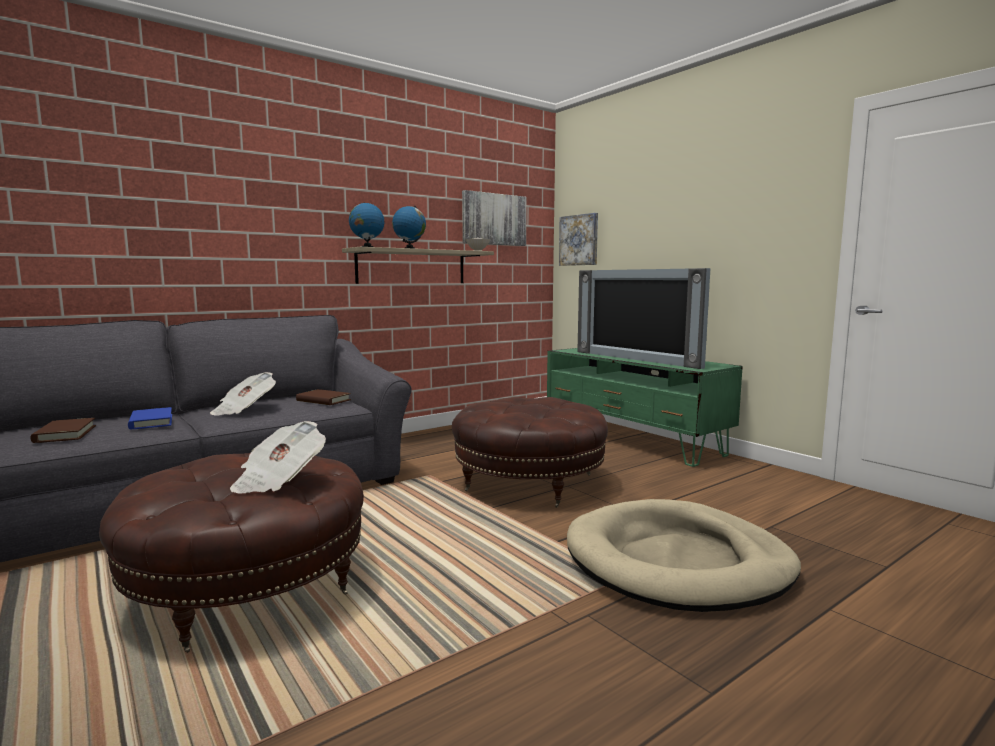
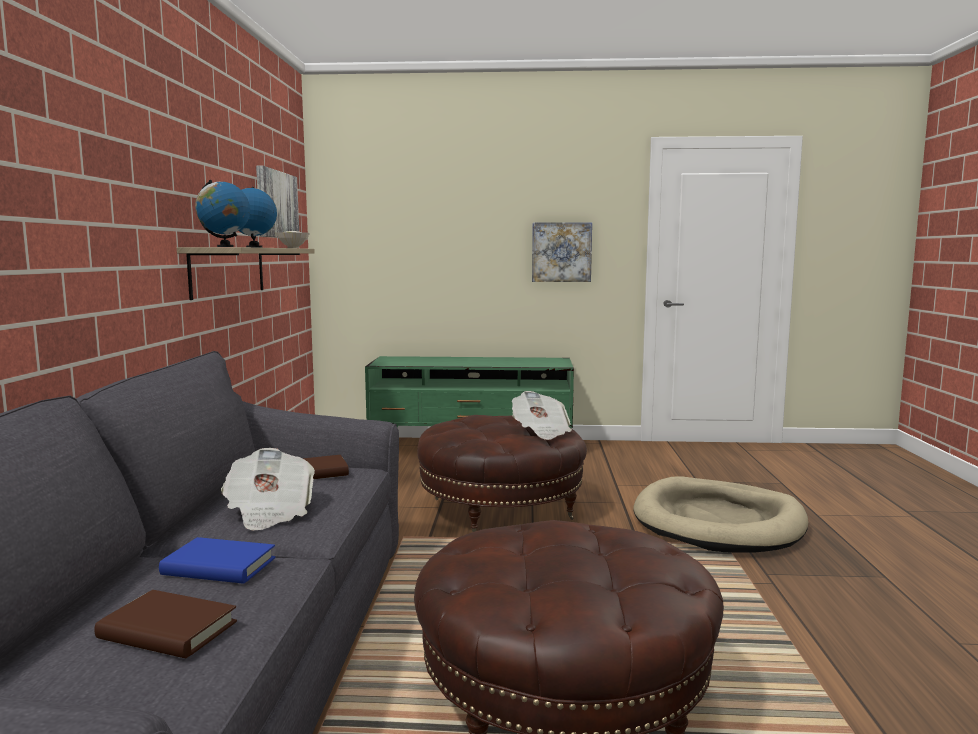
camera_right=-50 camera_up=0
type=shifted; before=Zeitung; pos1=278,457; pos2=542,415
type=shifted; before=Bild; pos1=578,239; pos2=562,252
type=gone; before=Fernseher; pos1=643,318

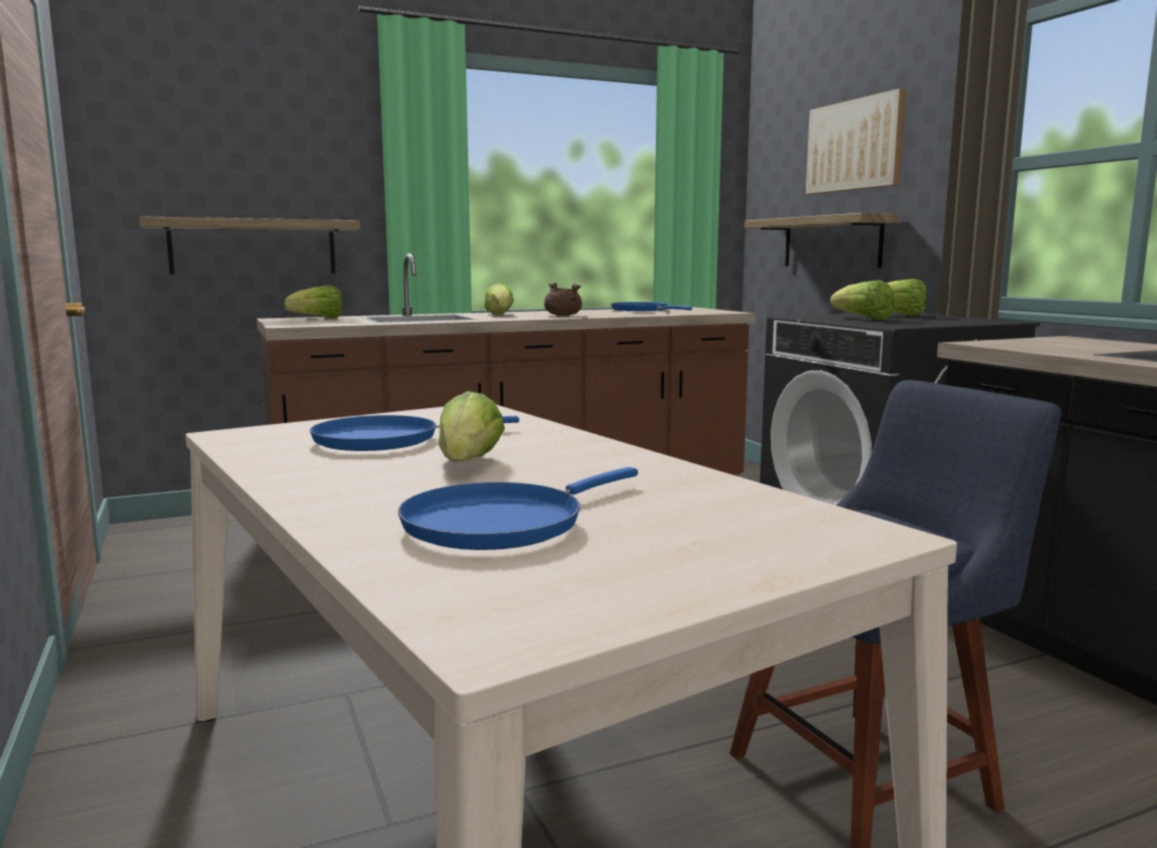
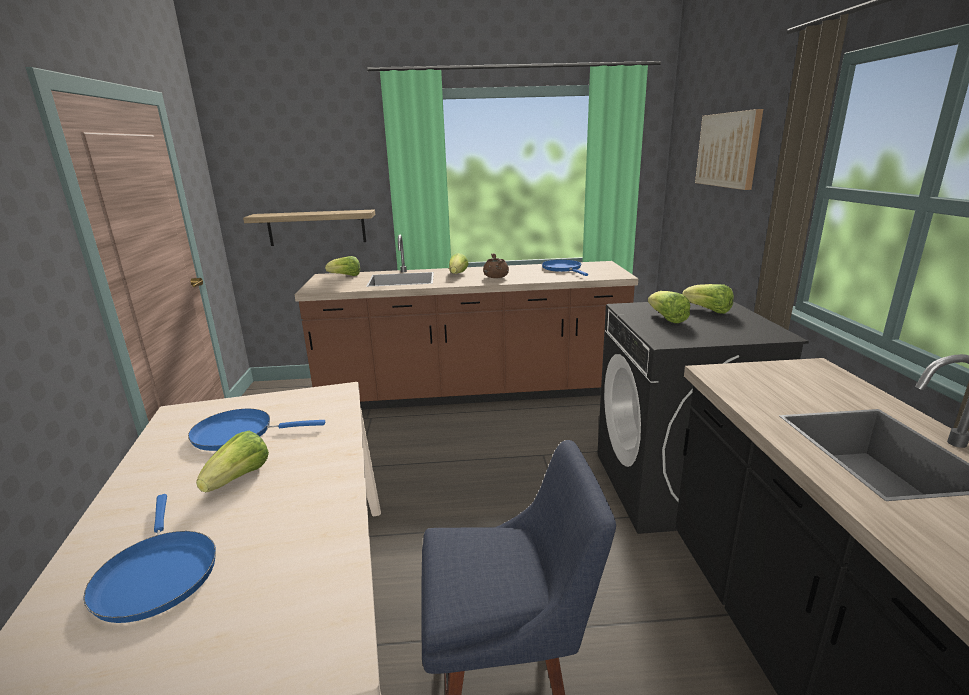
camera_right=20 camera_up=10
type=rotated; before=Pfanne/blau; pos1=518,508; pos2=149,558; turn=-90
type=gone; before=Wandregal; pos1=821,240

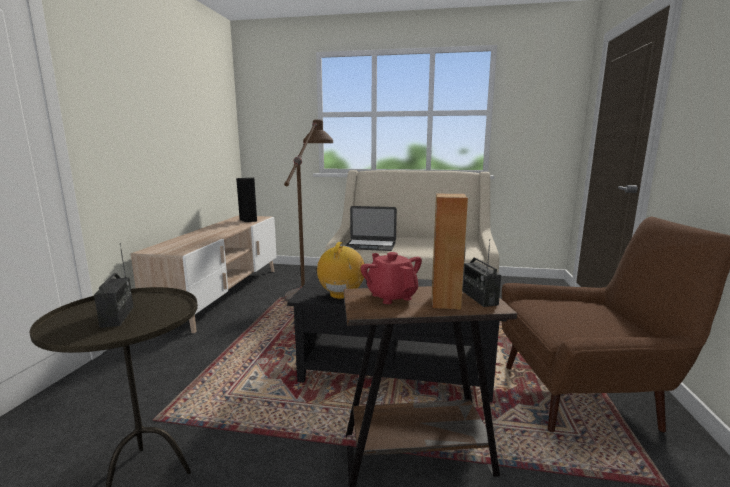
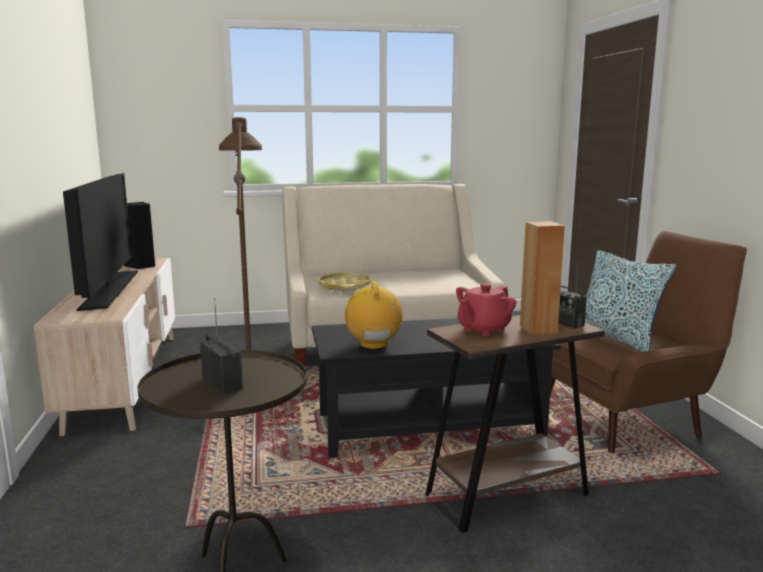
camera_right=-20 camera_up=0
type=new; after=Fernseher; pos2=100,242
type=swapped; before=Laptop; after=Tablett/gelb; pos1=371,228; pos2=344,281
type=rotated; before=Teekanne/rot; pos1=391,278; pos2=486,310; turn=-90
type=new; after=Kissen; pos2=630,301

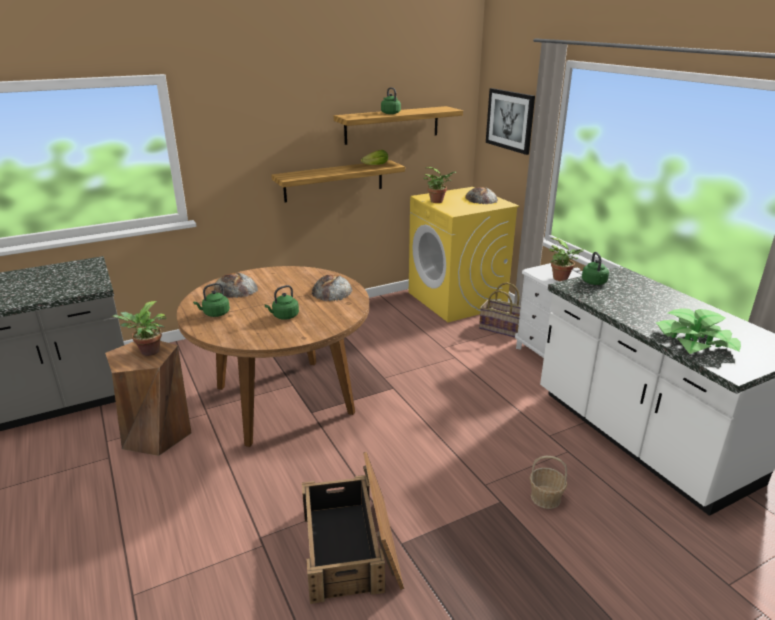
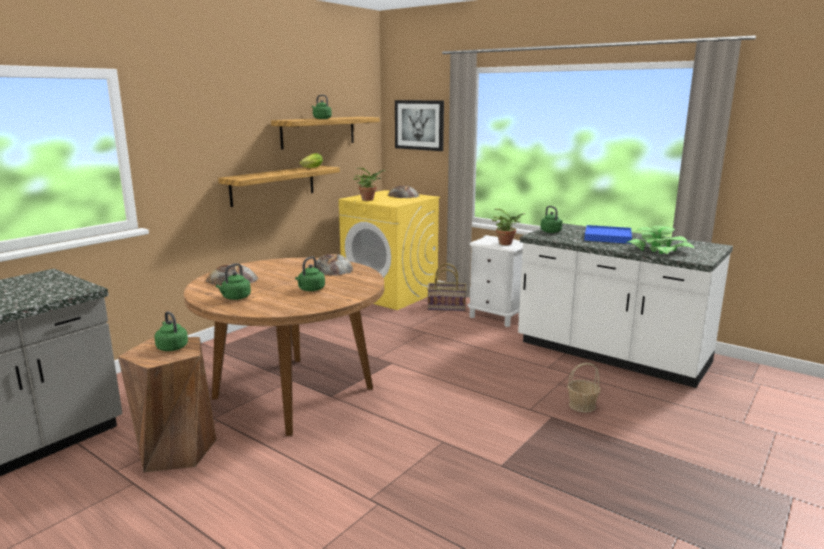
camera_right=-25 camera_up=-10
type=swapped; before=Topfpflanze; after=Wasserkessel/grün; pos1=139,328; pos2=171,331
type=new; after=Tablett/blau; pos2=608,234
type=gone; before=Kiste; pos1=353,528

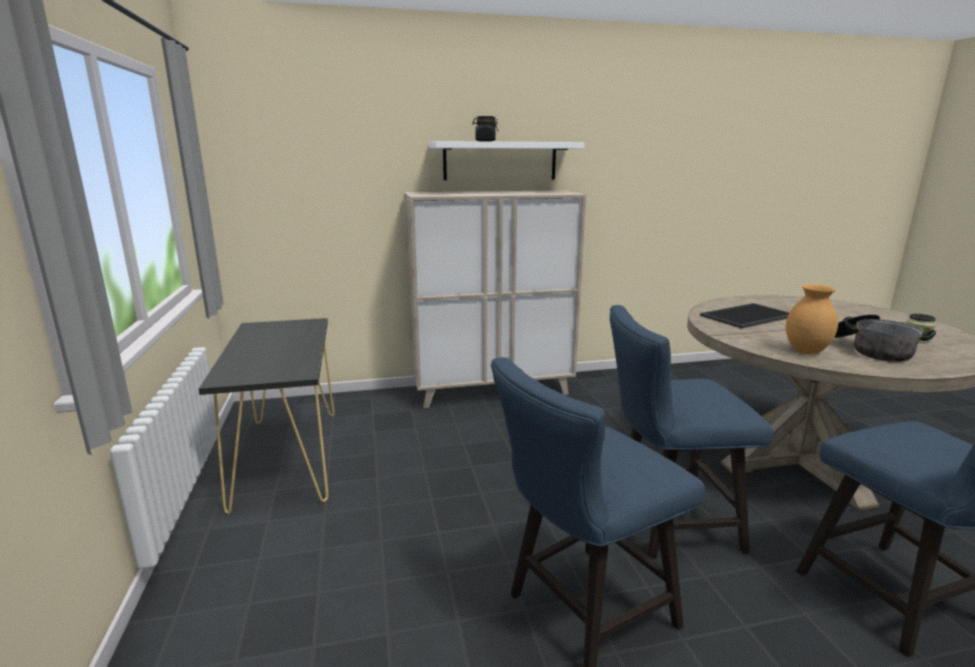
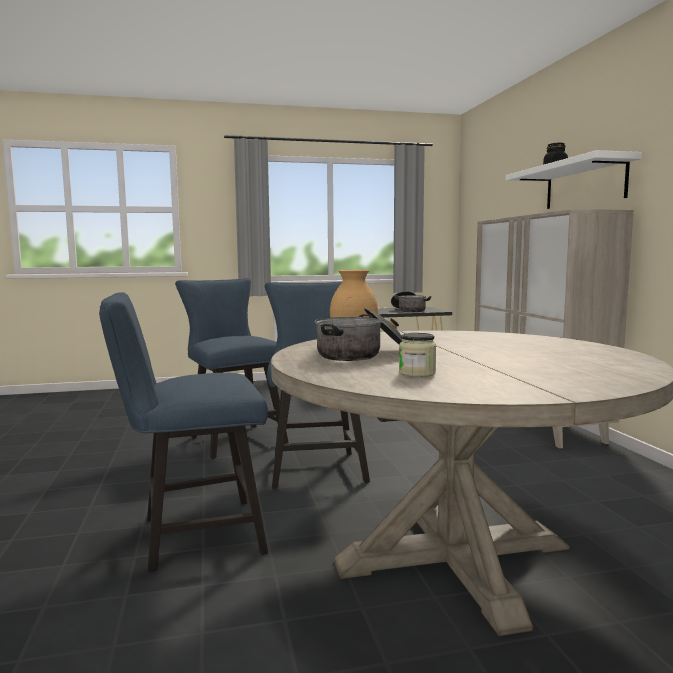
camera_right=90 camera_up=-10
type=new; after=Kochtopf; pos2=411,301
type=gone; before=Tablett; pos1=744,316

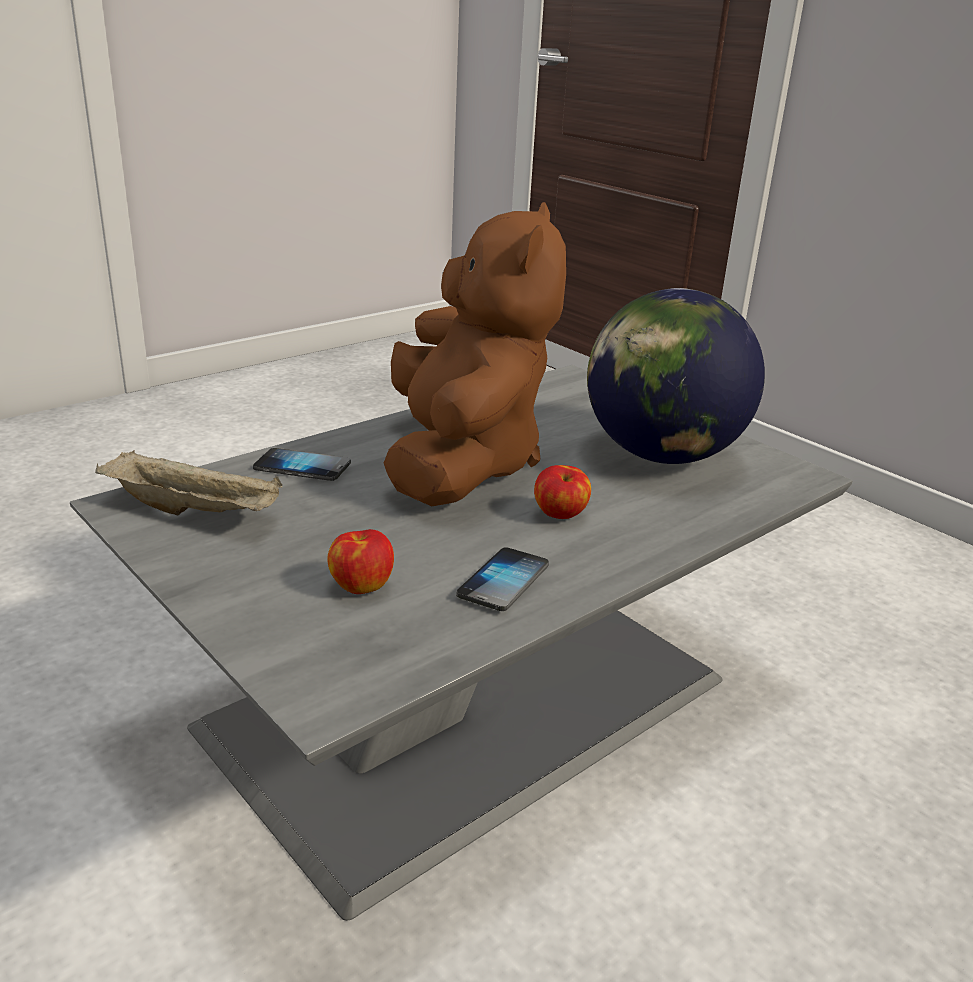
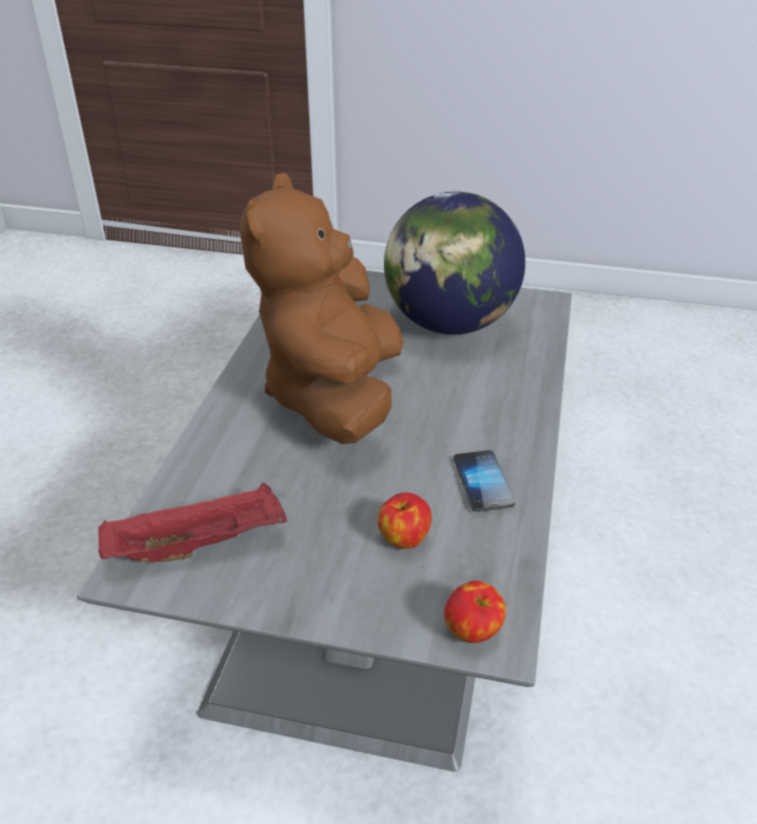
camera_right=-35 camera_up=10
type=repainted; before=Tablett/beige; after=Tablett/rot; pos1=189,482; pos2=192,522
type=rotated; before=Plüschtier/braun; pos1=475,354; pos2=321,308; turn=-135
type=shifted; before=Apfel; pos1=562,492; pos2=475,612
type=gone; before=Handy; pos1=302,464

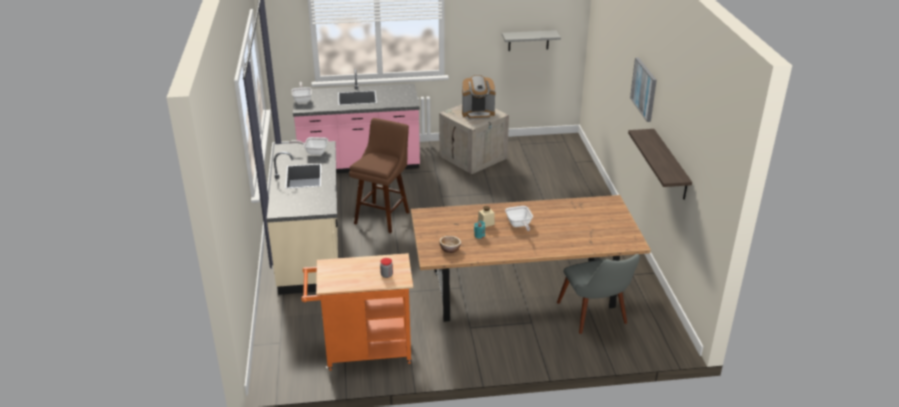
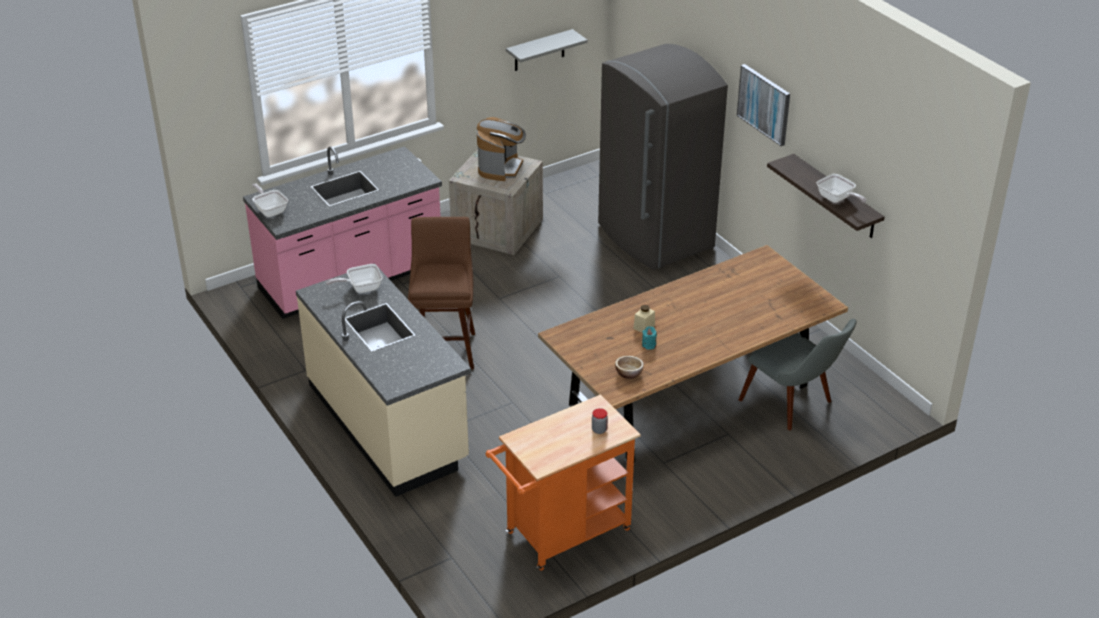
camera_right=-25 camera_up=5
type=rotated; before=Kaffeemaschine; pos1=479,97; pos2=501,149; turn=-45
type=new; after=Kühlschrank/grau; pos2=663,157
type=shifted; before=Pfanne; pos1=519,218; pos2=842,188

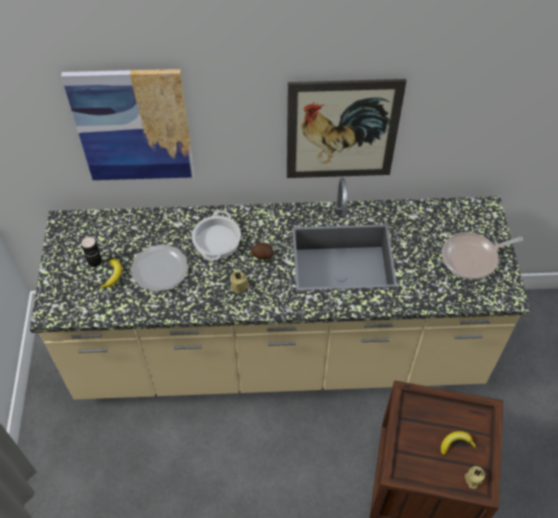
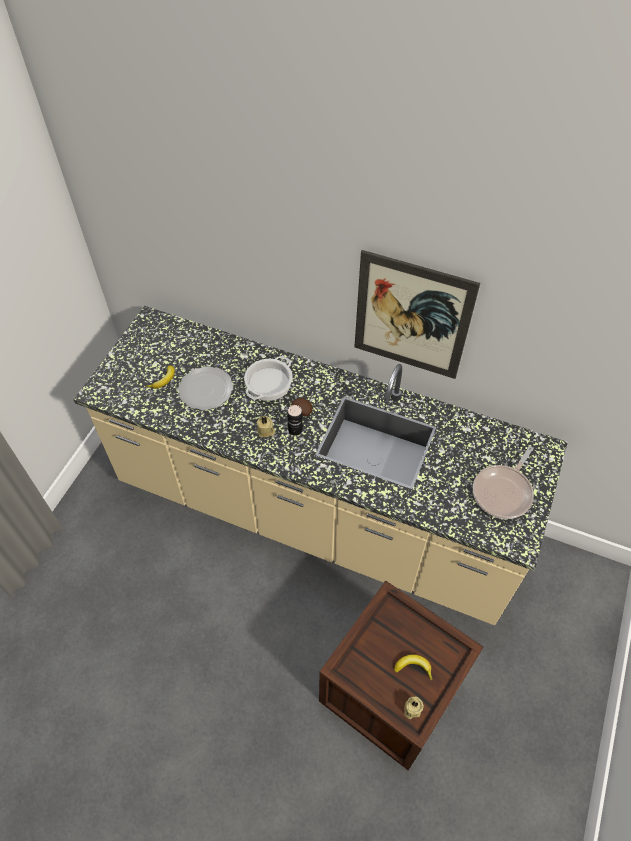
camera_right=25 camera_up=0
type=shifted; before=Dose; pos1=91,251; pos2=295,420
type=rotated; before=Pfanne; pos1=482,256; pos2=503,482; turn=-60
type=gone; before=Bild; pos1=128,124

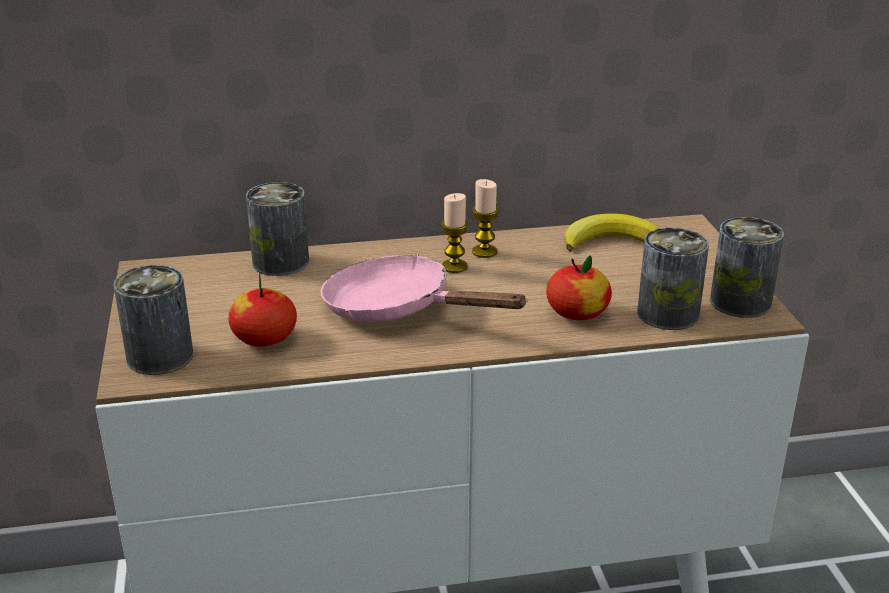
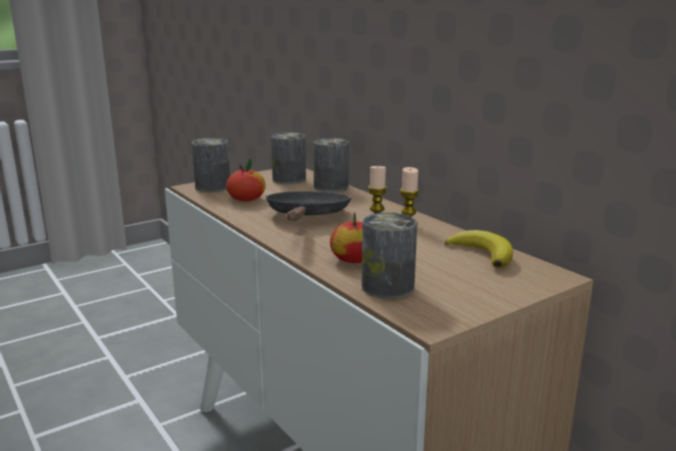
camera_right=65 camera_up=-10
type=repainted; before=Pfanne/rosa; after=Pfanne/schwarz; pos1=424,288; pos2=308,206
type=shifted; before=Dose; pos1=747,267; pos2=288,158

